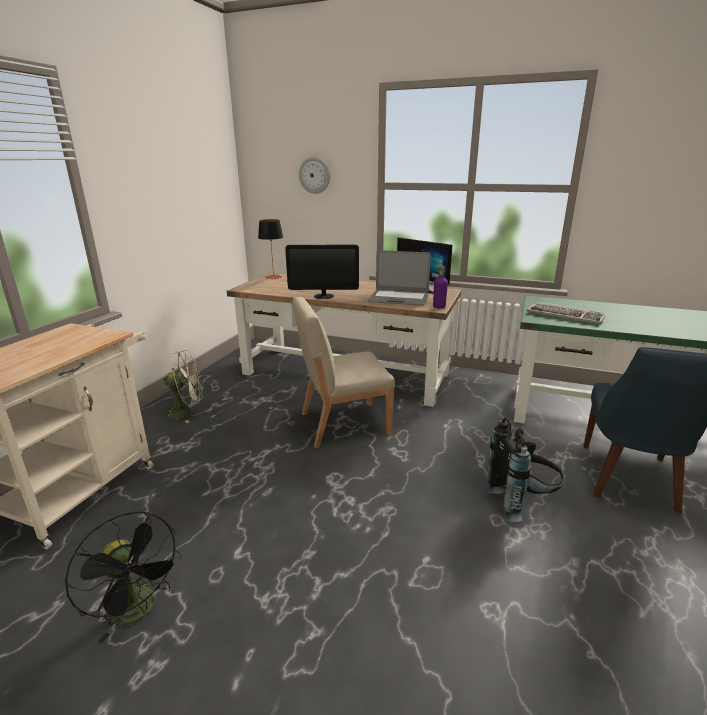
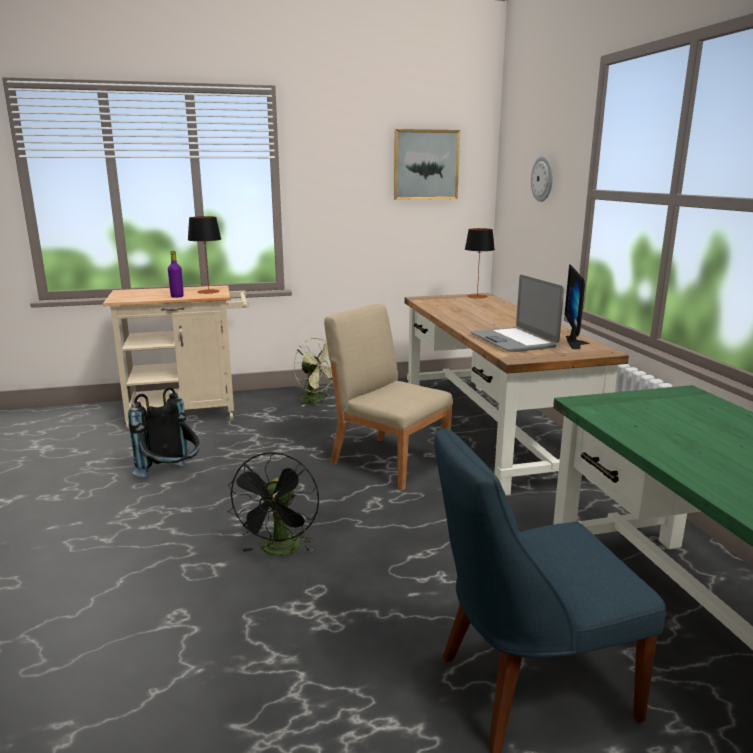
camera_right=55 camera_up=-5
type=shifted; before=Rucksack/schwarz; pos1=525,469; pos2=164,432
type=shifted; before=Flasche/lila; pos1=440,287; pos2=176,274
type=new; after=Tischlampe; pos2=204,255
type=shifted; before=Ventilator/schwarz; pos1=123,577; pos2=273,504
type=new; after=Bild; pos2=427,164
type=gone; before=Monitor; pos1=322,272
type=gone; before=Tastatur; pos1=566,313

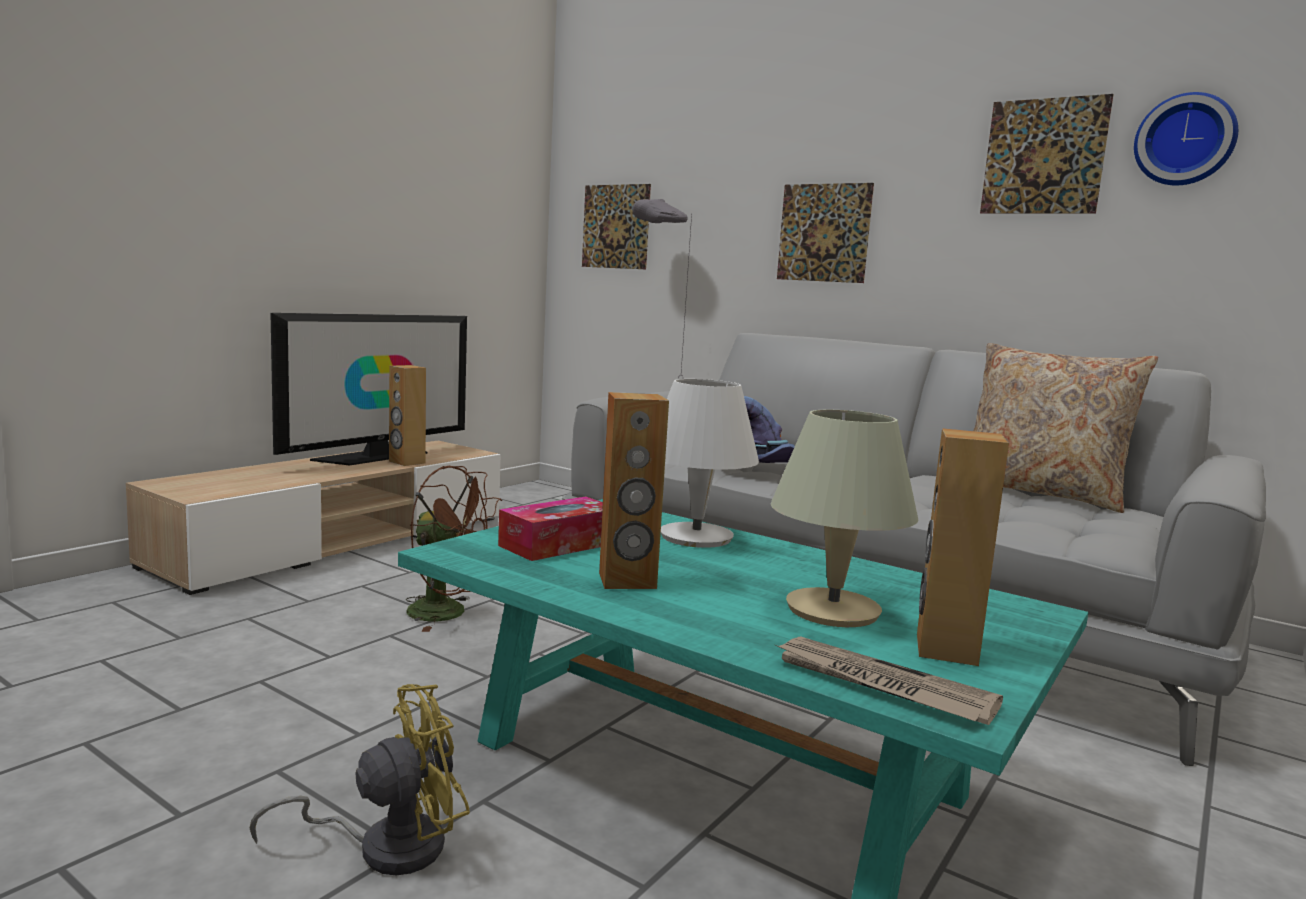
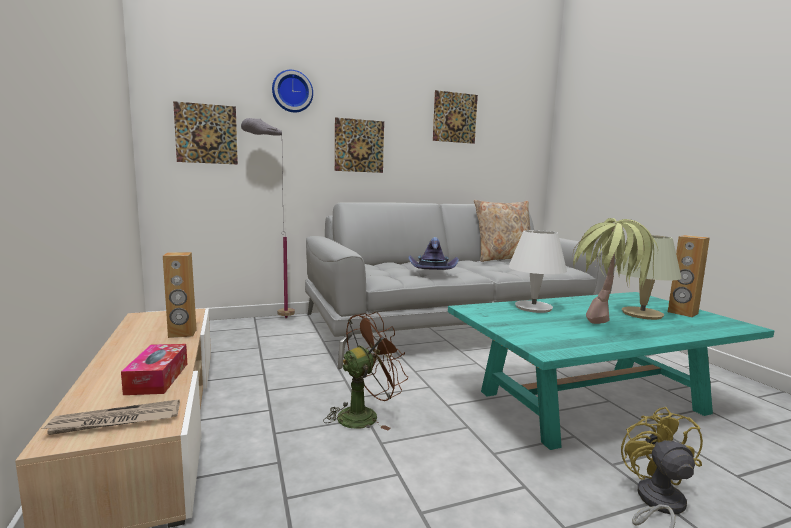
camera_right=-55 camera_up=0
type=shifted; before=Zeitung; pos1=888,680; pos2=110,417
type=shifted; before=Taschentuchbox; pos1=550,529; pos2=154,369
type=shifted; before=Wanduhr; pos1=1186,139; pos2=292,91
type=swapped; before=Lautsprecher/braun; after=Topfpflanze; pos1=634,490; pos2=615,271
type=gone; before=Fernseher; pos1=368,389

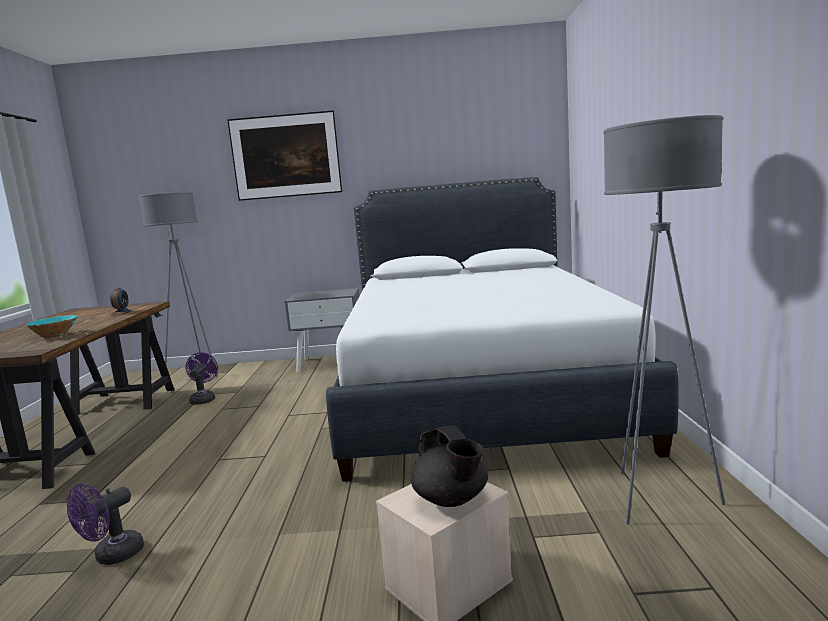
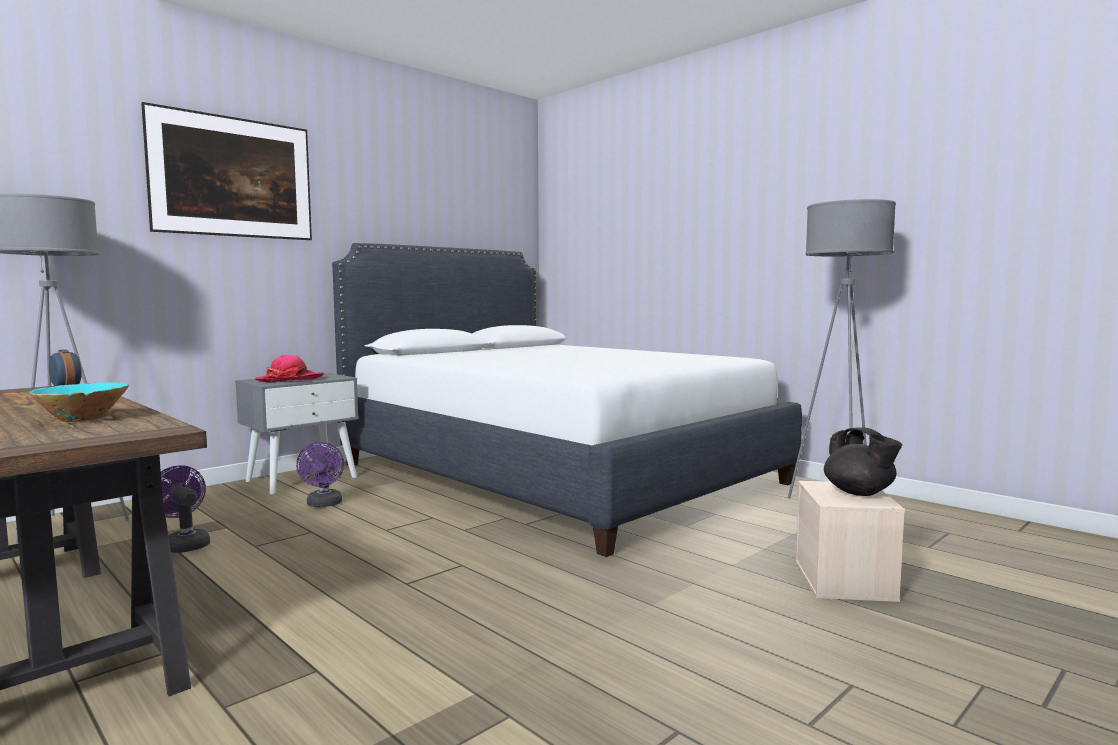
camera_right=-45 camera_up=-5
type=new; after=Hut; pos2=289,368
type=shifted; before=Ventilator/lila; pos1=105,524; pos2=320,474
type=rotated; before=Teekanne/schwarz; pos1=449,466; pos2=863,461; turn=45

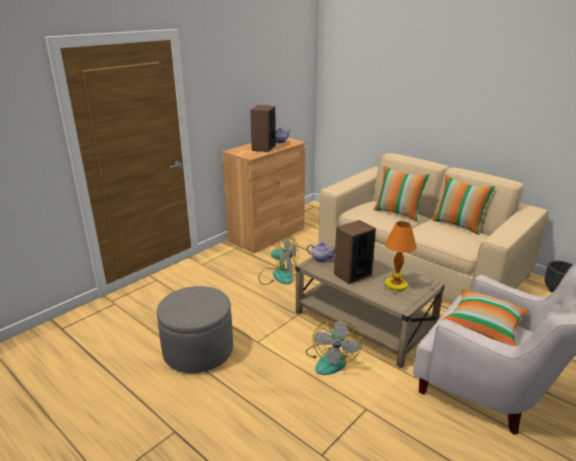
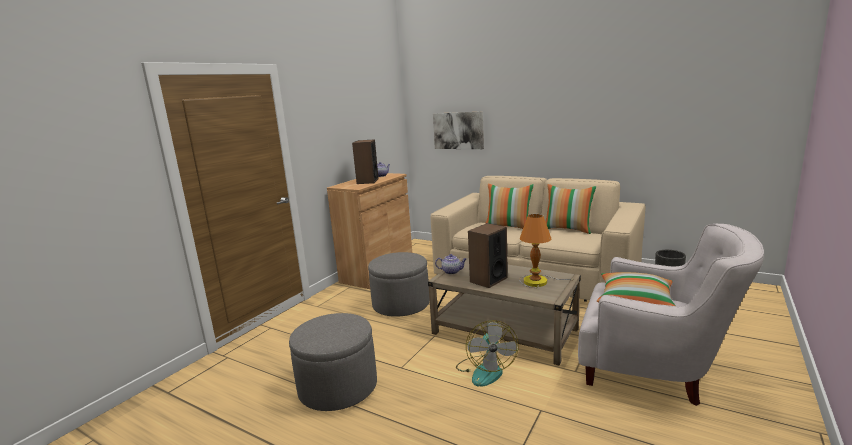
camera_right=-10 camera_up=-10
type=swapped; before=Ventilator; after=Polsterhocker/grau; pos1=278,260; pos2=399,284
type=new; after=Bild; pos2=458,130

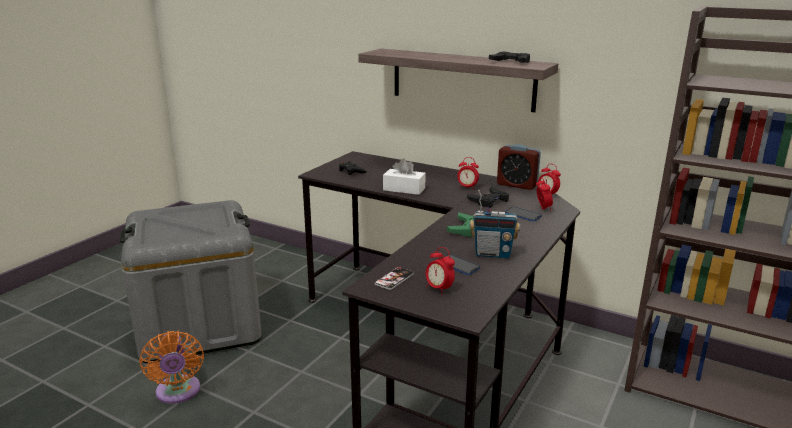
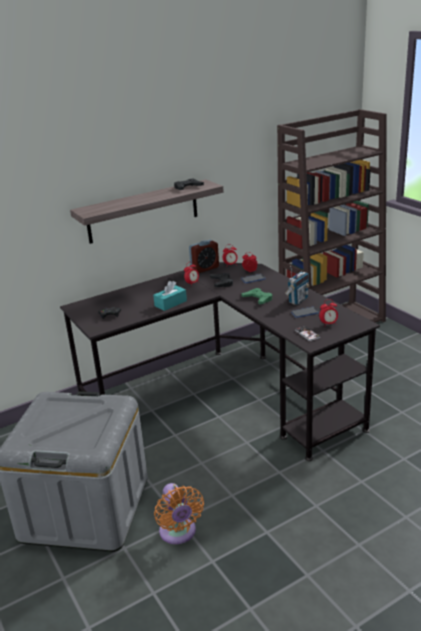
camera_right=-60 camera_up=5
type=repainted; before=Taschentuchbox/weiß; after=Taschentuchbox/türkis; pos1=404,177; pos2=170,296
type=rotated; before=Ventilator/orange; pos1=171,367; pos2=179,513; turn=60

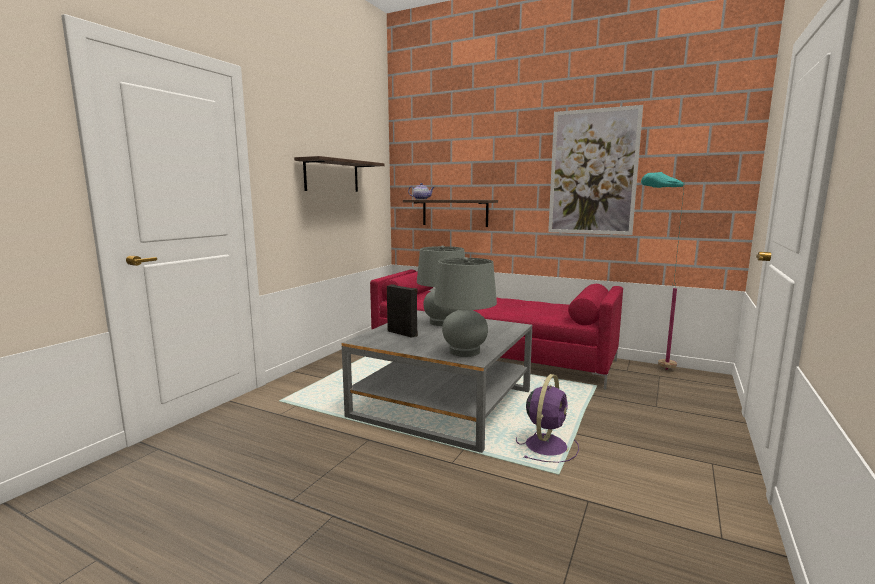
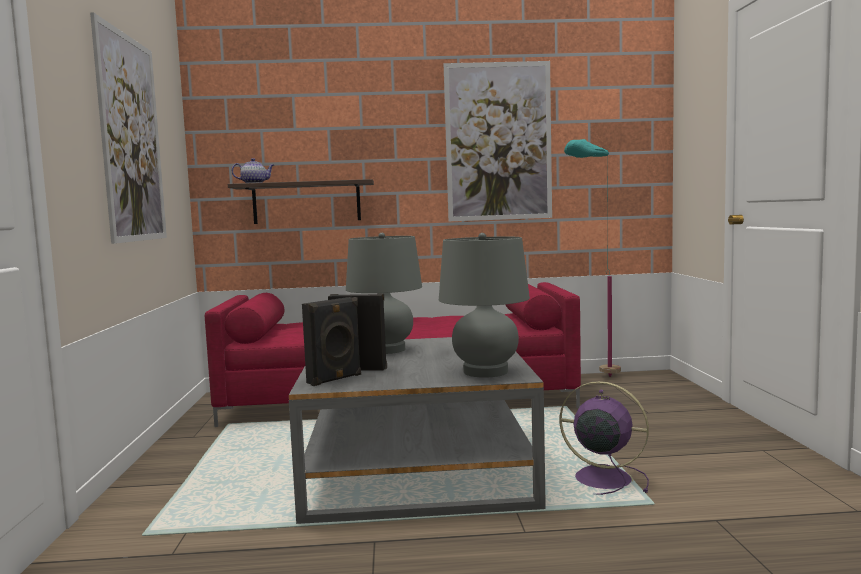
camera_right=-30 camera_up=-5
type=swapped; before=Wandregal; after=Bild; pos1=339,174; pos2=128,128
type=new; after=Lautsprecher/schwarz; pos2=331,341
type=rotated; before=Ventilator/lila; pos1=547,418; pos2=604,438; turn=-60

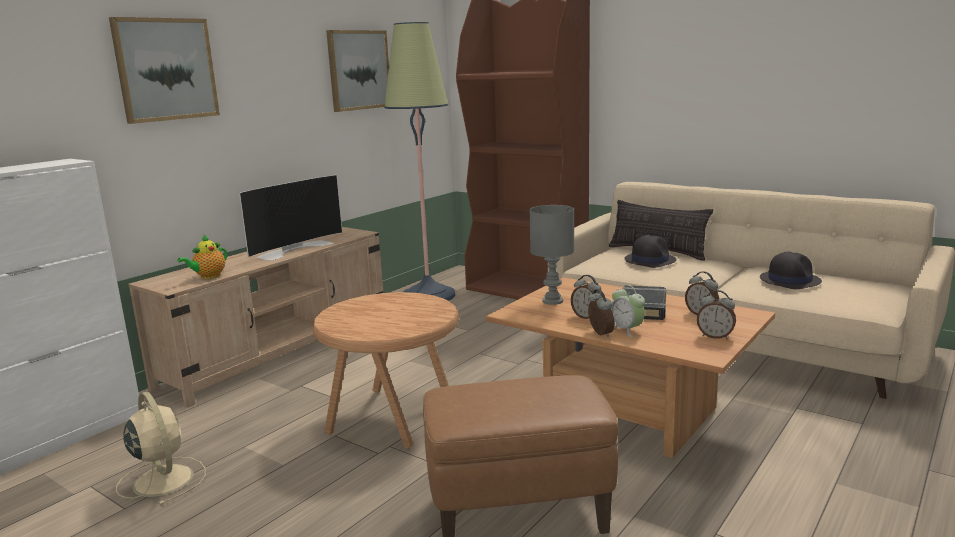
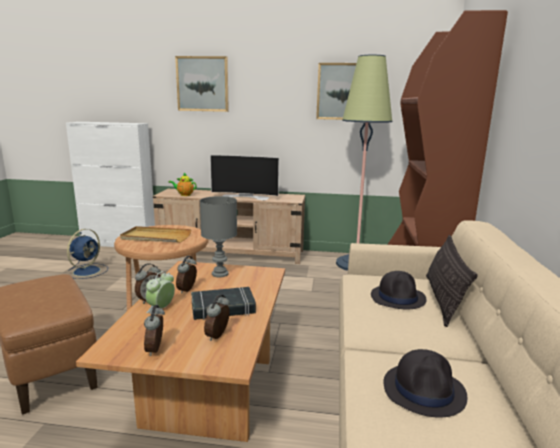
camera_right=60 camera_up=0
type=repainted; before=Ventilator/beige; after=Ventilator/blau; pos1=161,448; pos2=87,254
type=new; after=Tablett/beige; pos2=155,234

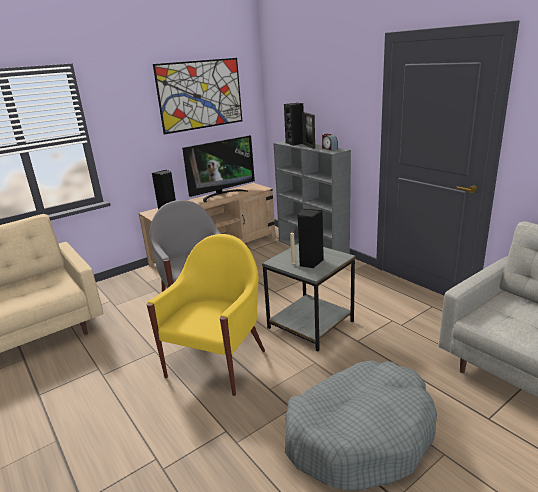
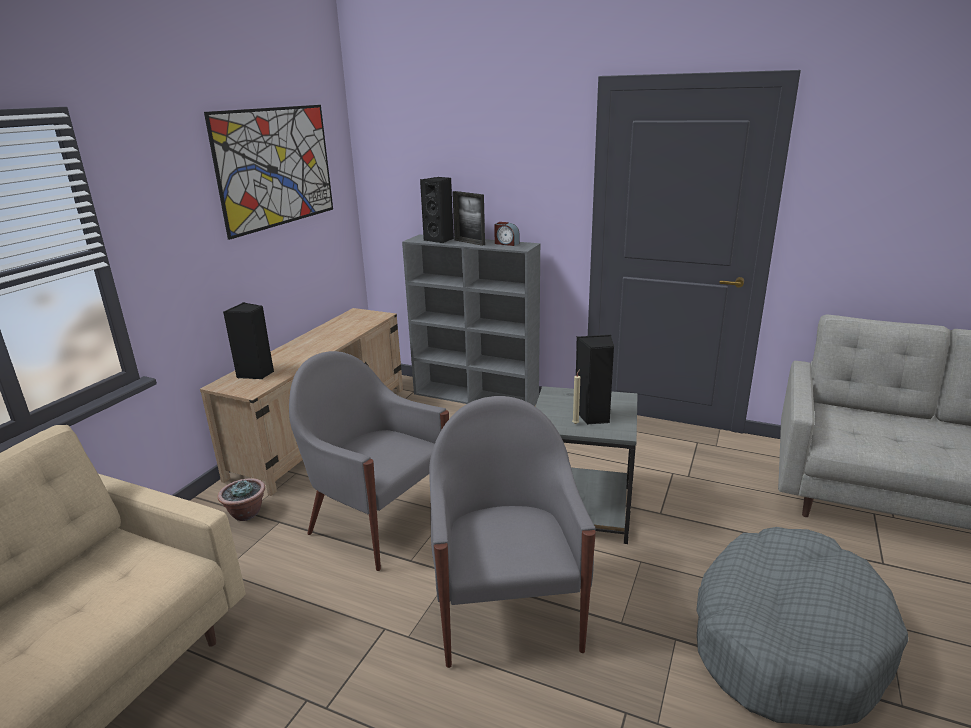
camera_right=-30 camera_up=0
type=new; after=Topfpflanze; pos2=241,499
type=repainted; before=Sessel/gelb; after=Sessel/grau; pos1=206,315; pos2=512,532
type=gone; before=Fernseher; pos1=218,169

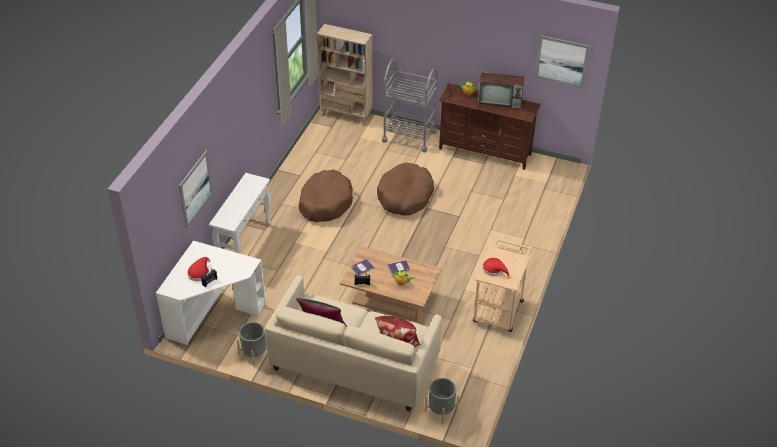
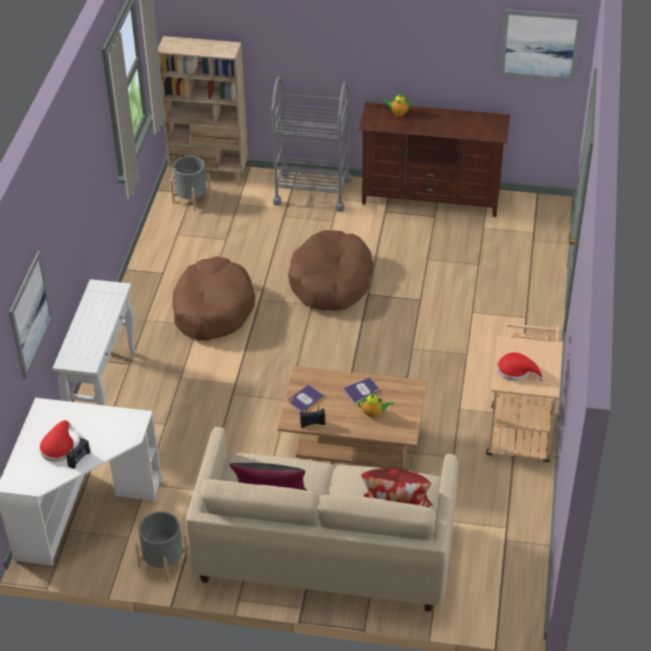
camera_right=-10 camera_up=0
type=shifted; before=Pflanzkübel/grau; pos1=442,401; pos2=191,184
type=gone; before=Fernseher; pos1=501,90

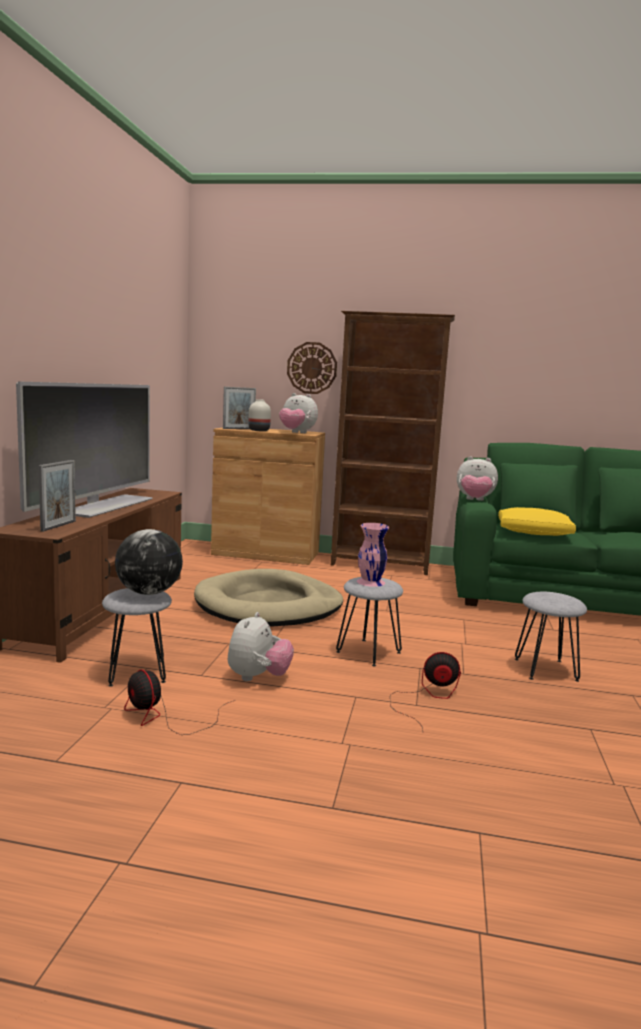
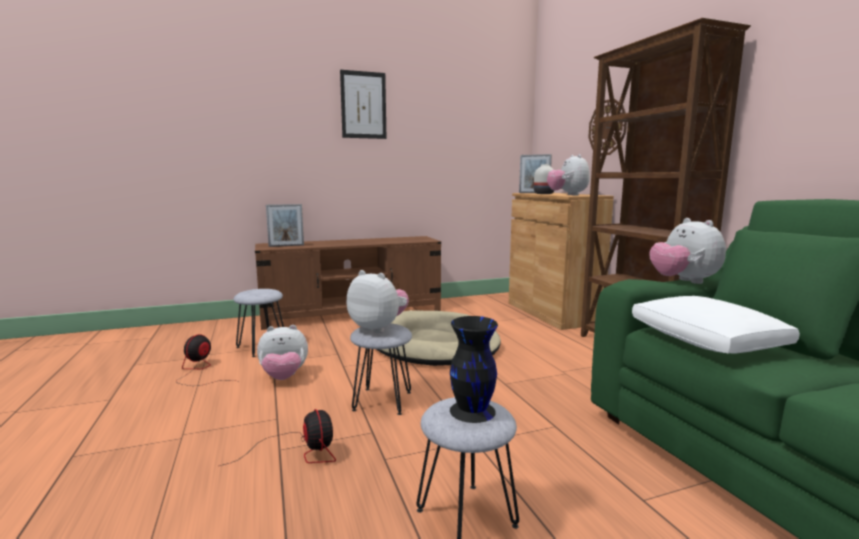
camera_right=60 camera_up=0
type=new; after=Bild; pos2=363,104
type=swapped; before=Vase/rosa; after=Plüschtier; pos1=373,555; pos2=378,301
type=new; after=Vase/schwarz; pos2=474,369
type=repainted; before=Kissen/gelb; after=Kissen/weiß; pos1=537,521; pos2=716,325
type=gone; before=Fernseher; pos1=84,449
type=gone; before=Globus; pos1=149,562

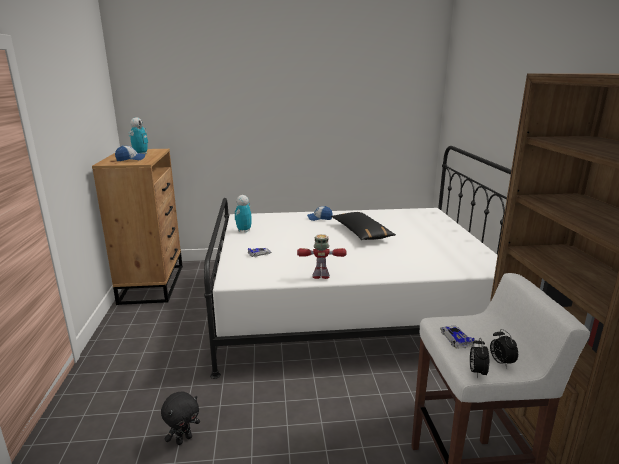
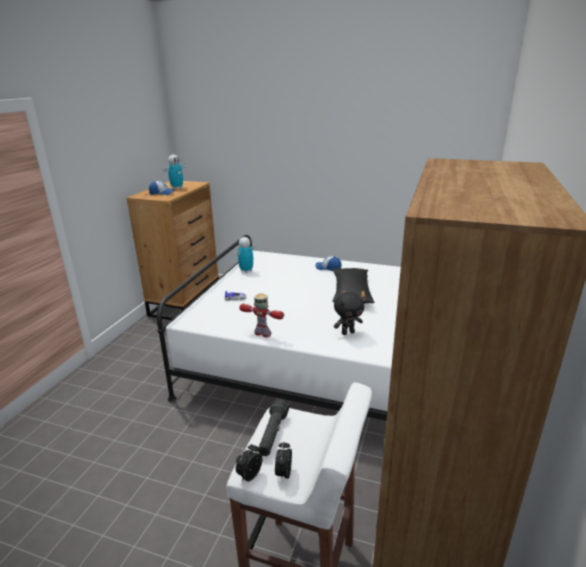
camera_right=25 camera_up=5
type=swapped; before=Spielzeugauto; after=Taschenlampe/schwarz; pos1=457,337; pos2=273,428
type=shifted; before=Plüschtier/schwarz; pos1=180,418; pos2=349,313

